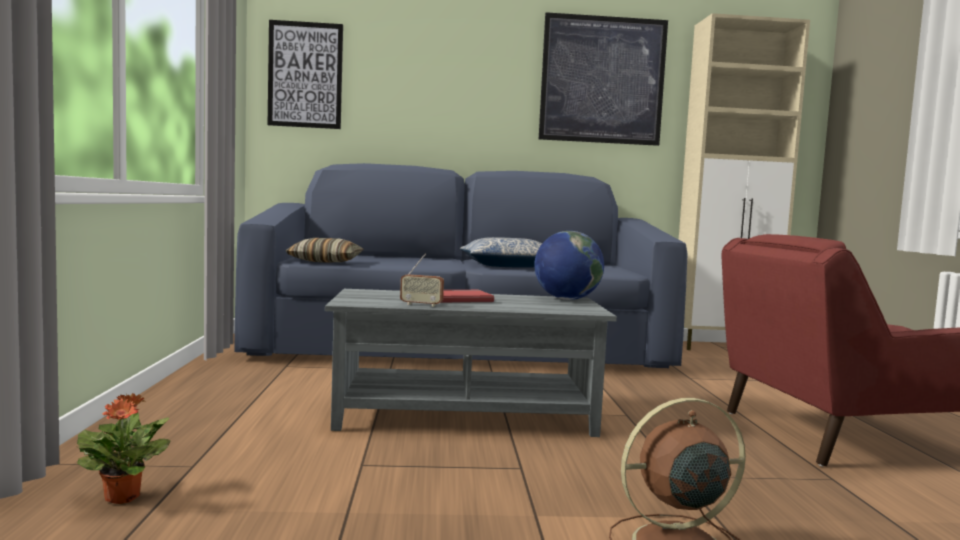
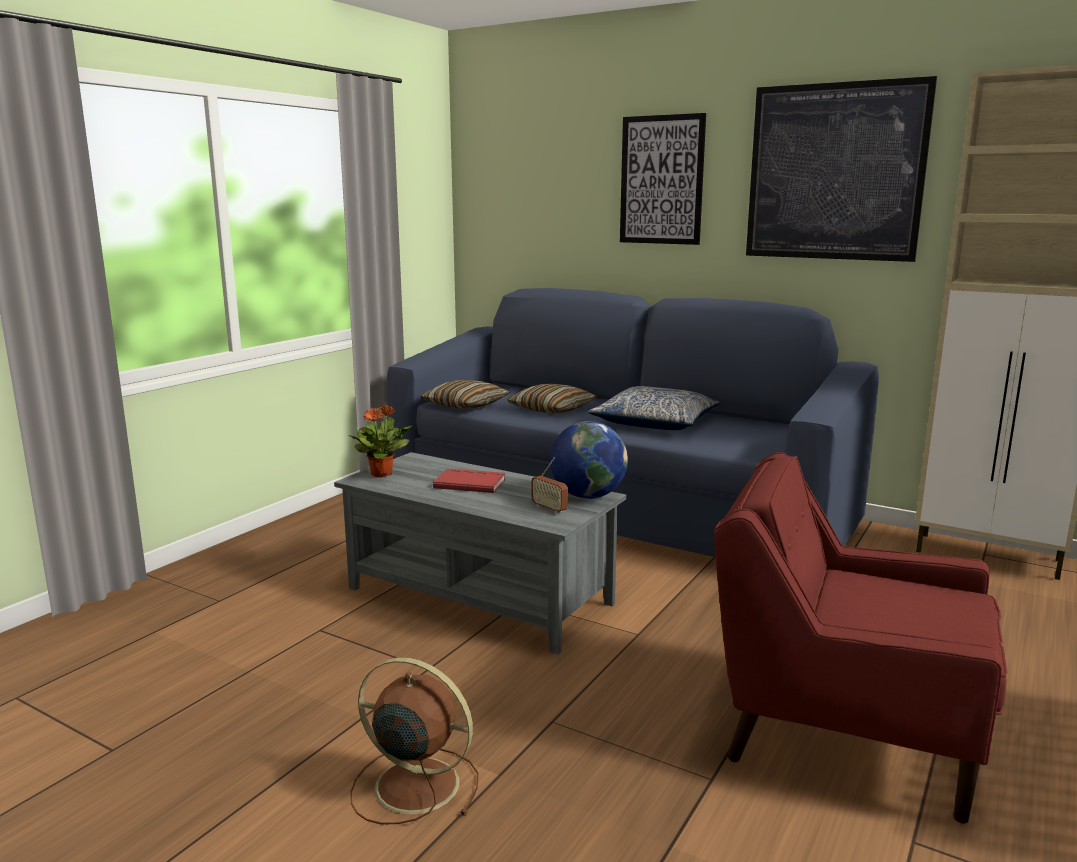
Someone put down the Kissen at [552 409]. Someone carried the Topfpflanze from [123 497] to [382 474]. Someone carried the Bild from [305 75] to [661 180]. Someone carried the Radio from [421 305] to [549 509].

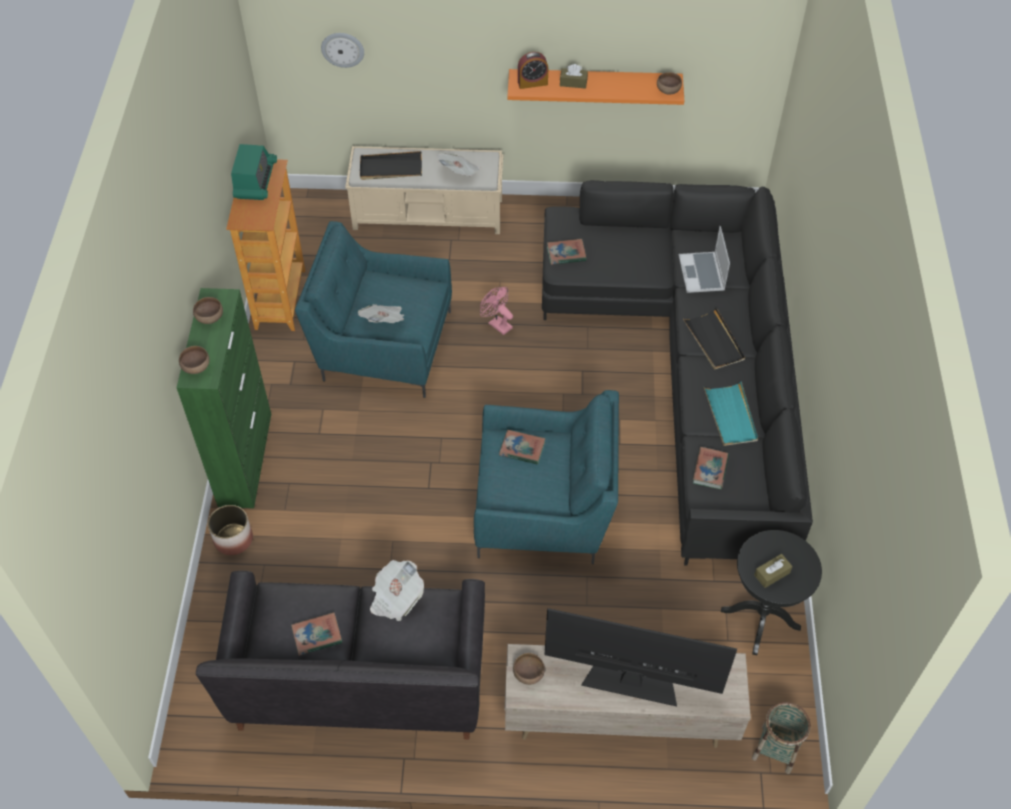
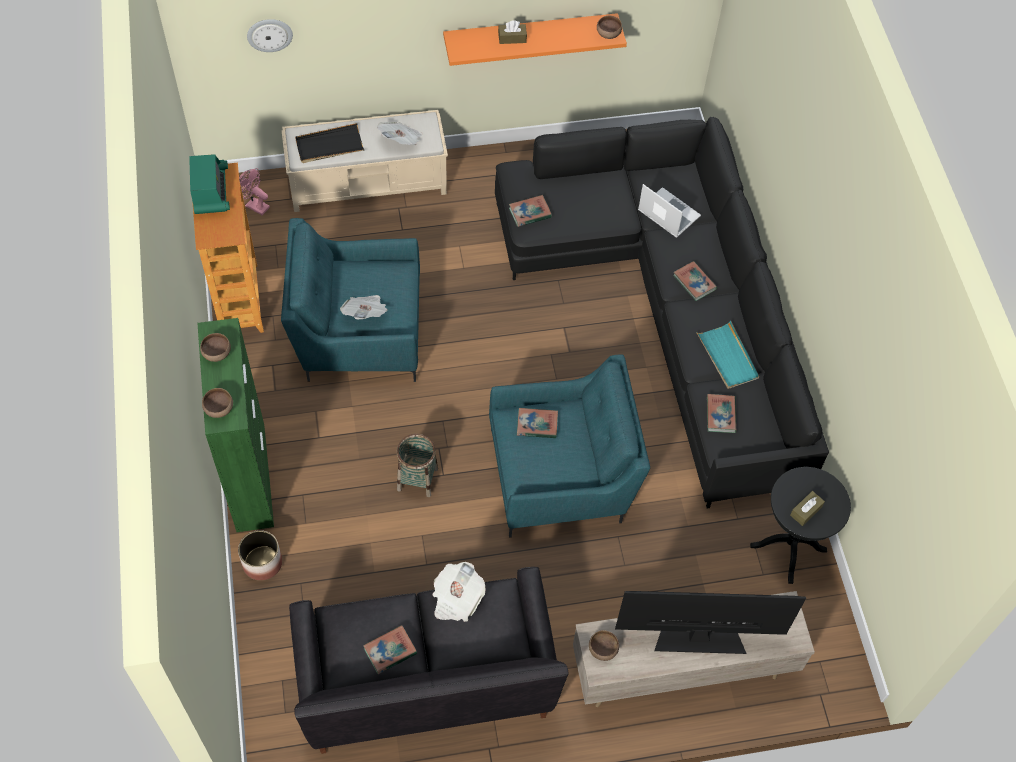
Someone took away the Wecker at [532 83]. Someone carried the Ventilator/rosa from [497 324] to [254 205]. Someone carried the Korb from [775 749] to [417 479]. Someone swapped the Tablett/schwarz at [714 341] for the Buch at [694 282]. Someone rotated the Laptop at [702 274] by 150 degrees clockwise.

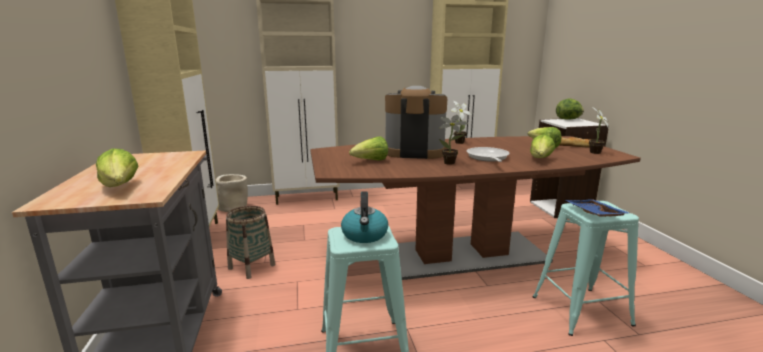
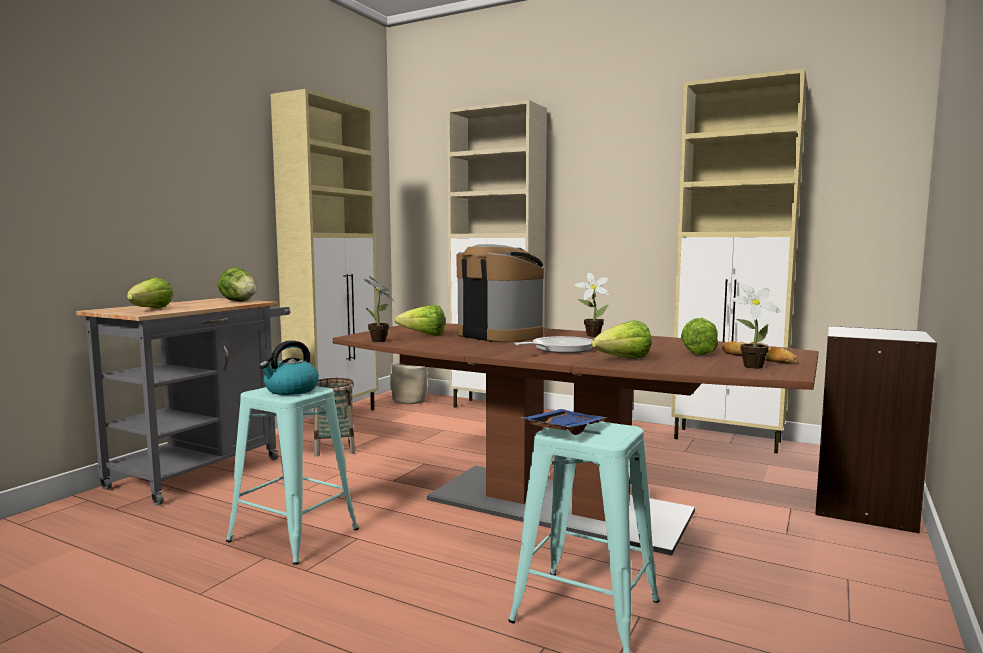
Someone carried the Topfpflanze from [451 163] to [379 341]. Someone carried the Salatkopf from [568 119] to [239 301].

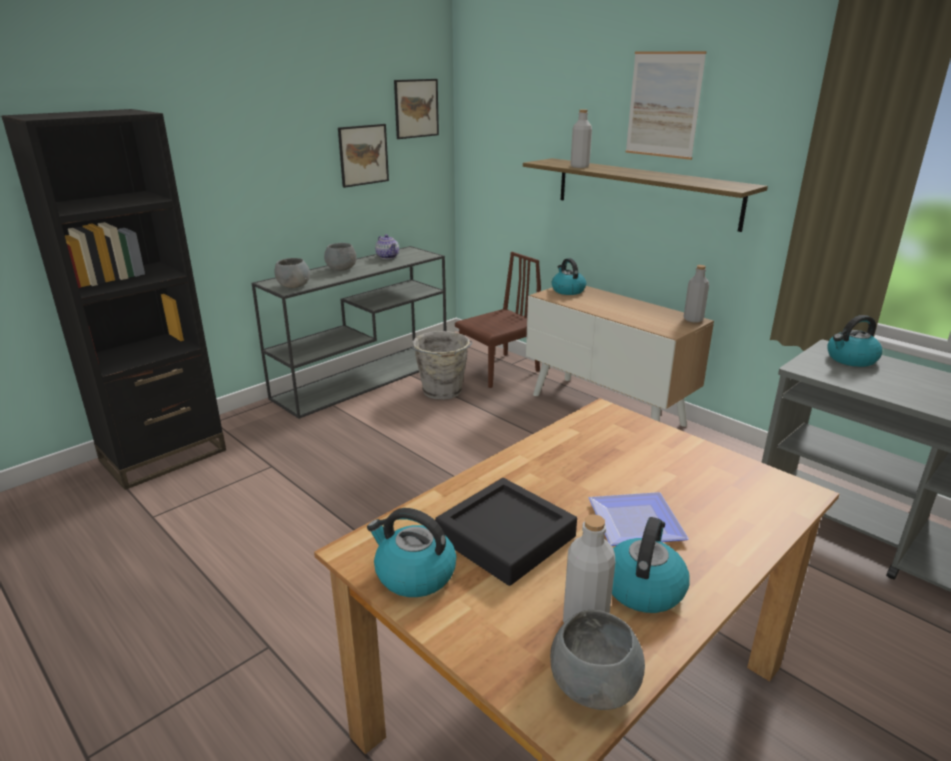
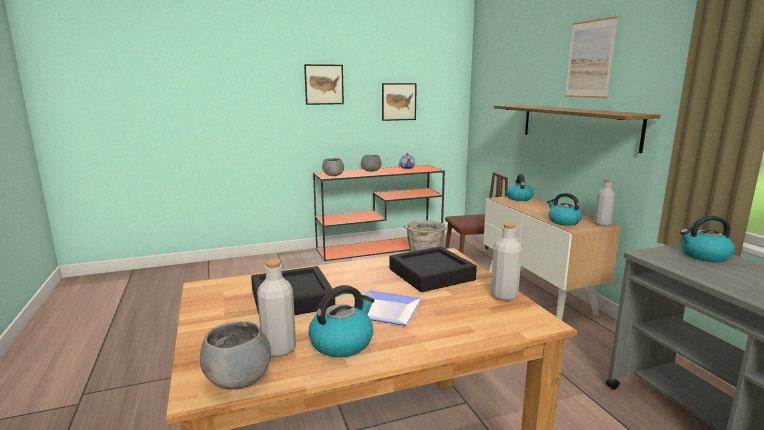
Someone took away the Bücherregal/schwarz at [164 456]. Someone put down the Tablett/schwarz at [431 274]. Someone carried the Wasserkessel from [414 574] to [563 222]. Someone carried the Bild from [416 108] to [324 84]. Someone carried the Flasche/grau from [579 166] to [504 295]. Someone repainted the Konsolentisch/grau at [364 378], which became the Konsolentisch/orange at [380 247].

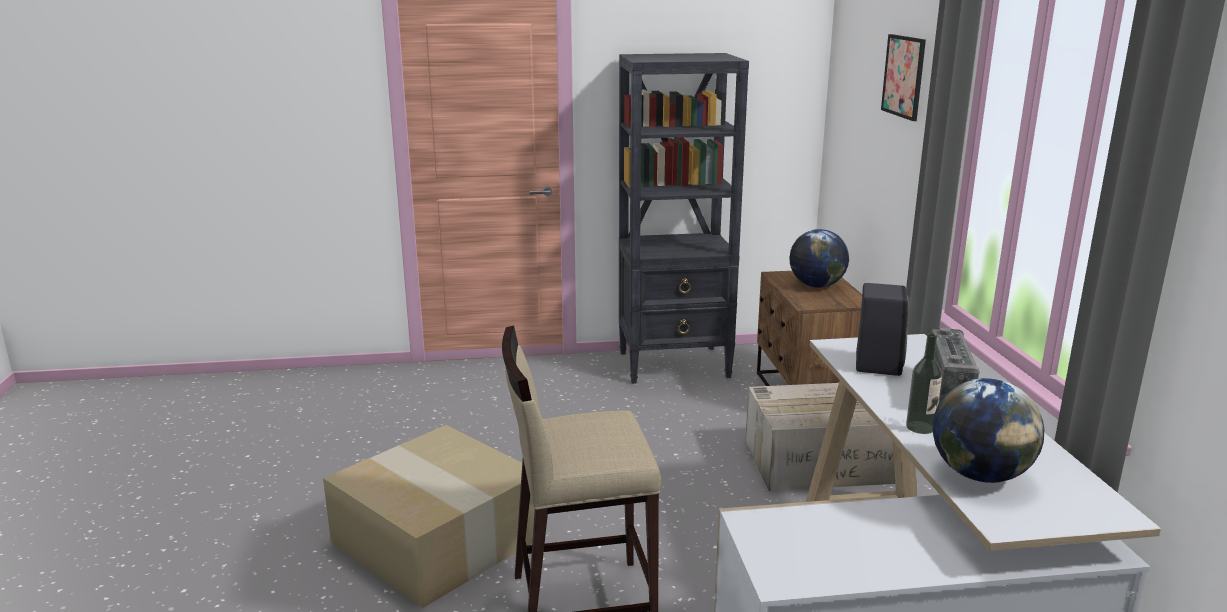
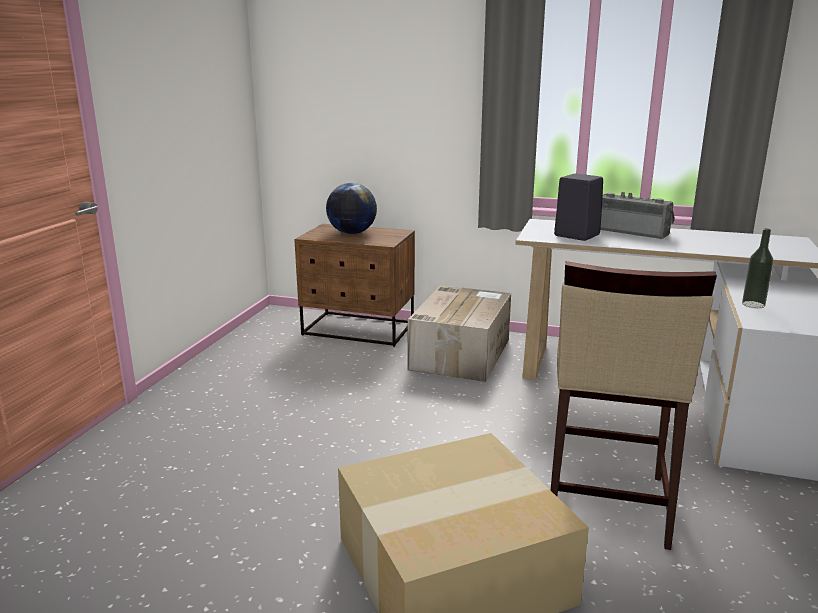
Someone took away the Bücherregal/schwarz at [675 365]. Someone took away the Bild at [903 76]. Someone took away the Globus at [980 475]. Someone carried the Flasche from [920 427] to [753 304].

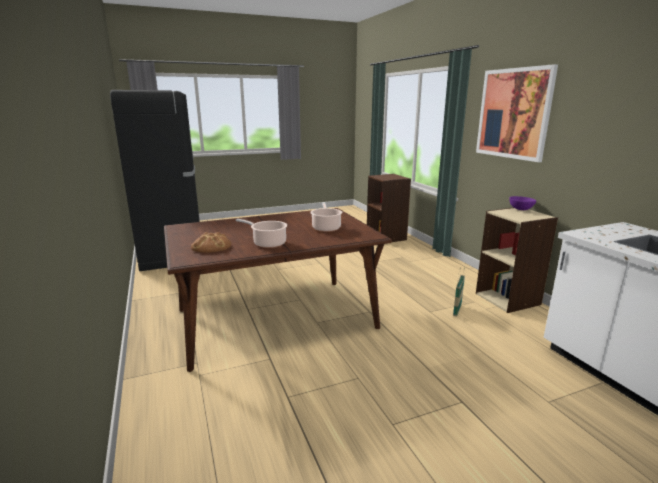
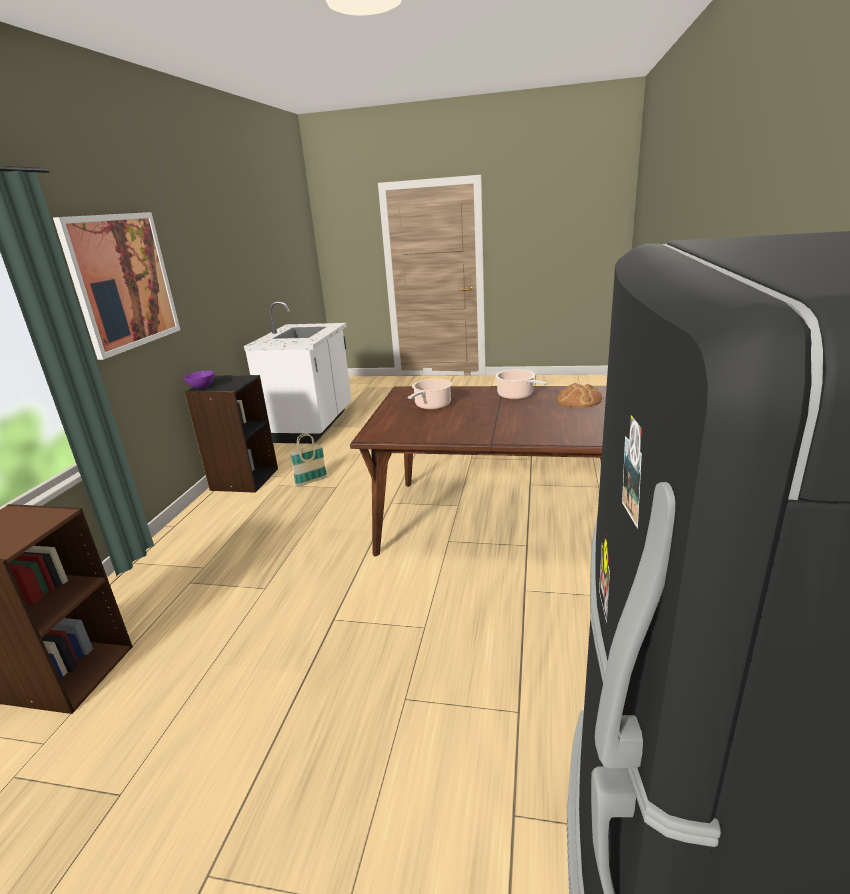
Someone repainted the Bücherregal/beige at [508 299], which became the Bücherregal/schwarz at [244 479].

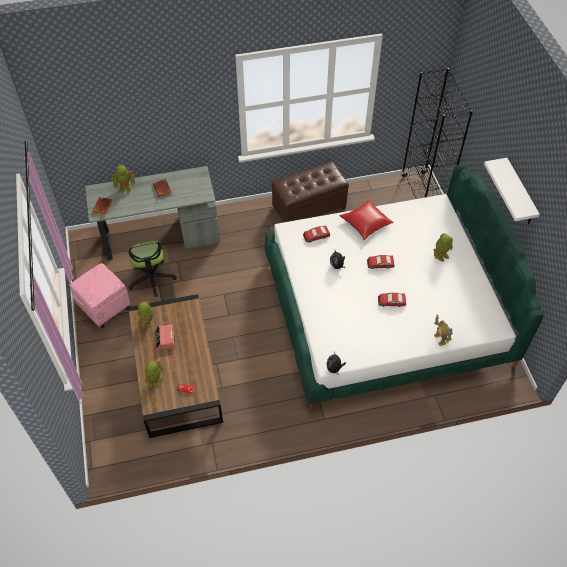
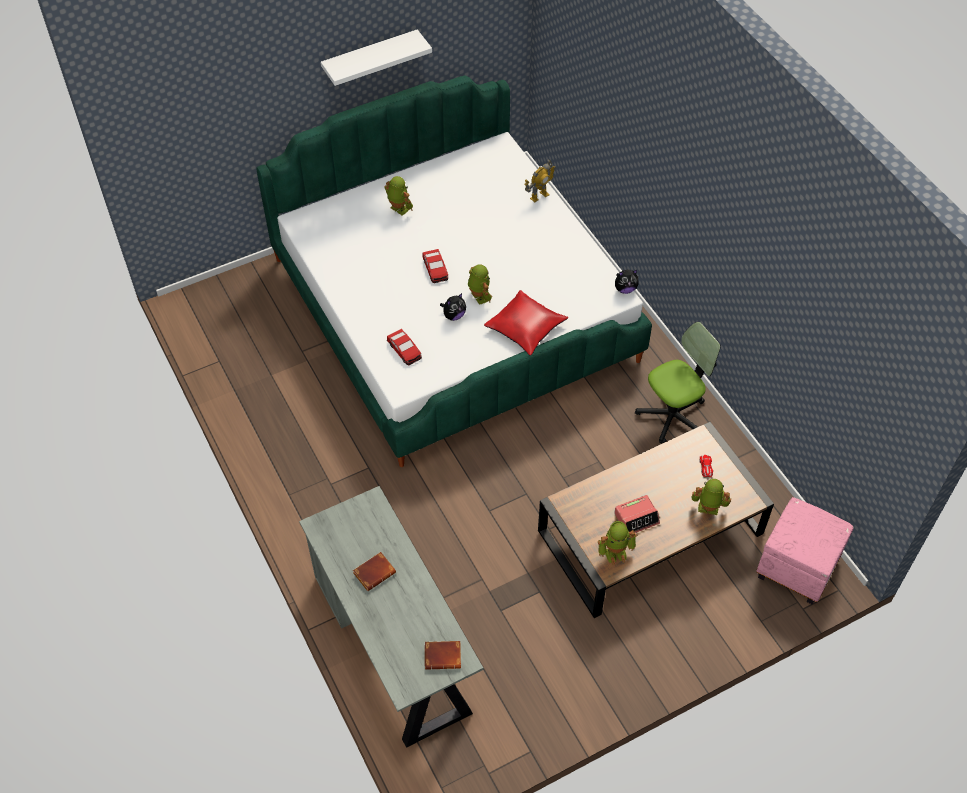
Someone took away the Polsterhocker/braun at [309 207]. Someone took away the Spielzeugauto at [391 302]. Someone took away the Bücherregal/schwarz at [423 195]. Someone carried the Polsterhocker/rosa from [104 307] to [797 568]. Someone carried the Spielzeugroboter from [125 187] to [479 297]. Someone carried the Bürostuhl from [152 279] to [672 416]. Someone carried the Kissen/rot from [366 223] to [525 327].

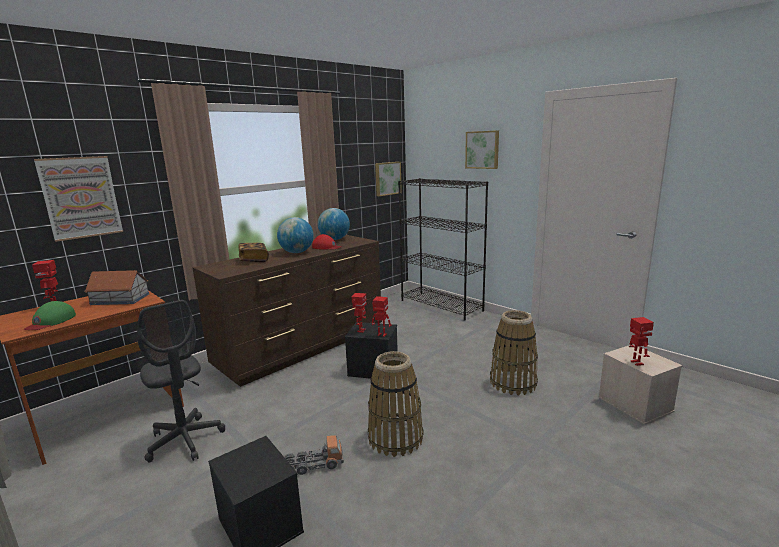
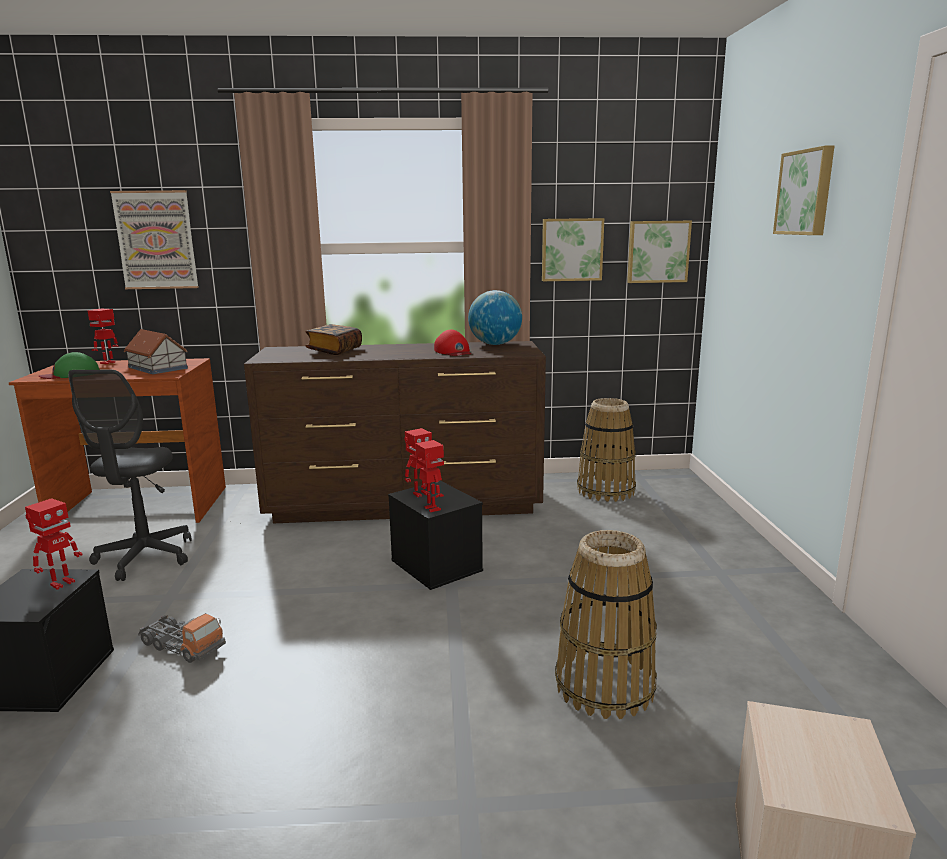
Someone took away the Globus at [297 252]. Someone took away the Bücherregal/schwarz at [441 305]. Someone put up the Bild at [571 249]. Someone carried the Korb from [395 438] to [606 490]. Someone carried the Spielzeugroboter from [636 363] to [61 583].

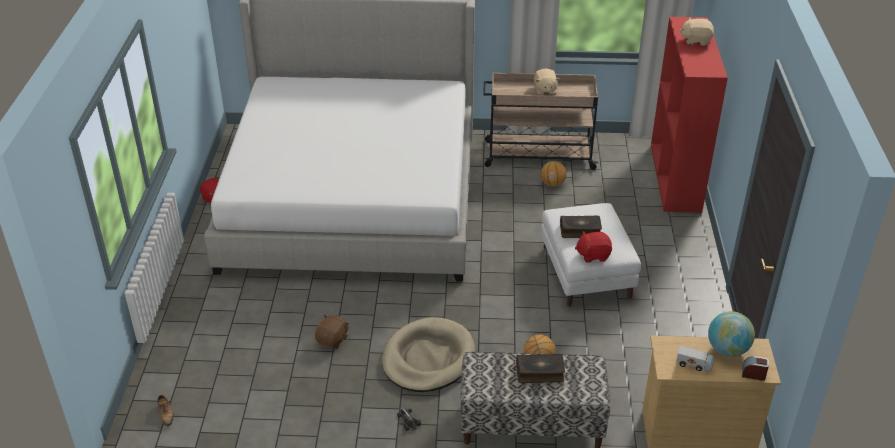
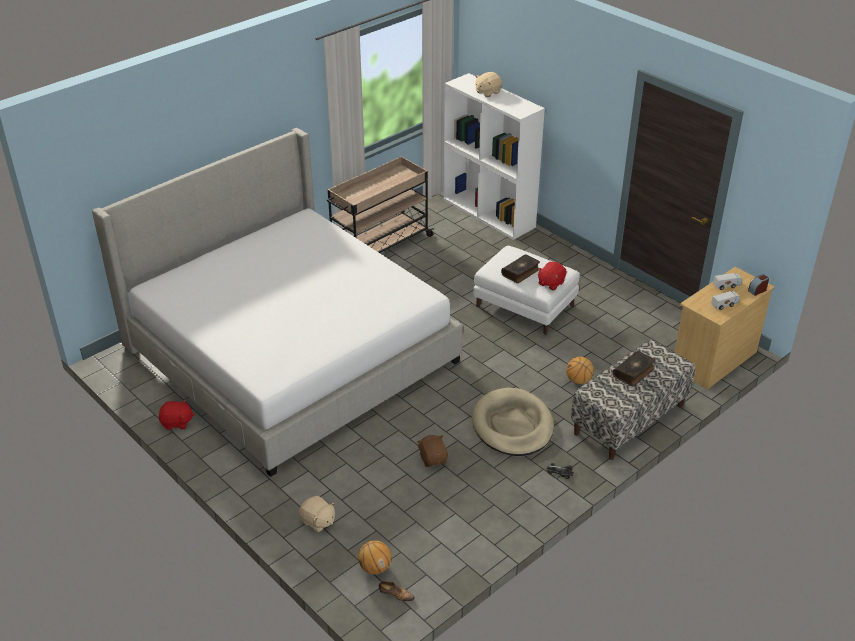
Someone carried the Plüschtier/beige from [544 90] to [318 521]. Someone carried the Basketball from [552 184] to [375 567]. Someone swapped the Globus at [727 350] for the Spielzeuglaster at [727 285]. Someone repainted the Bücherregal/rot at [676 178], which became the Bücherregal/weiß at [489 213].

